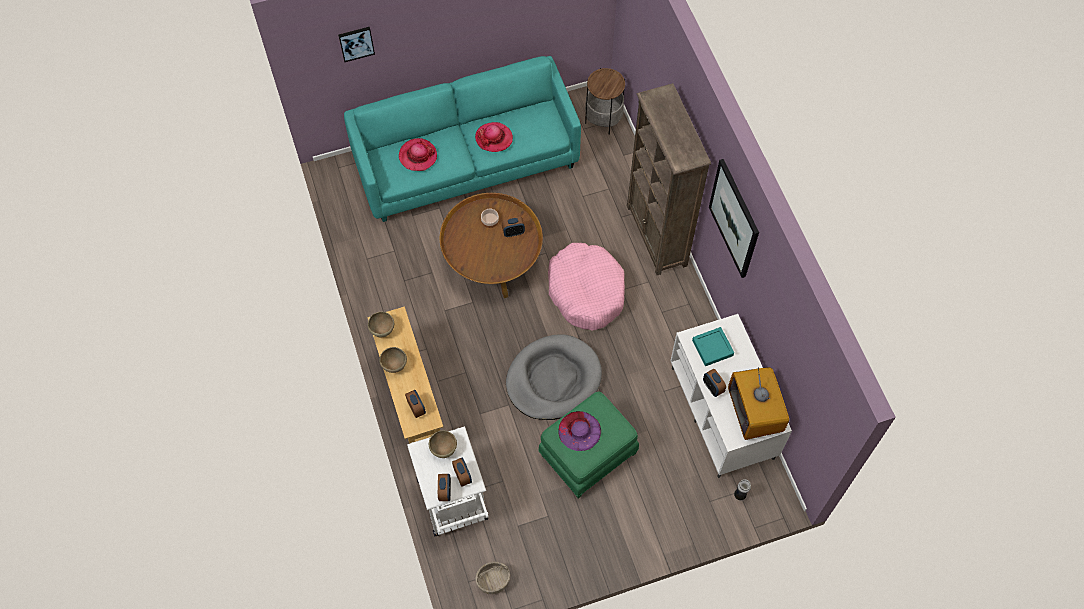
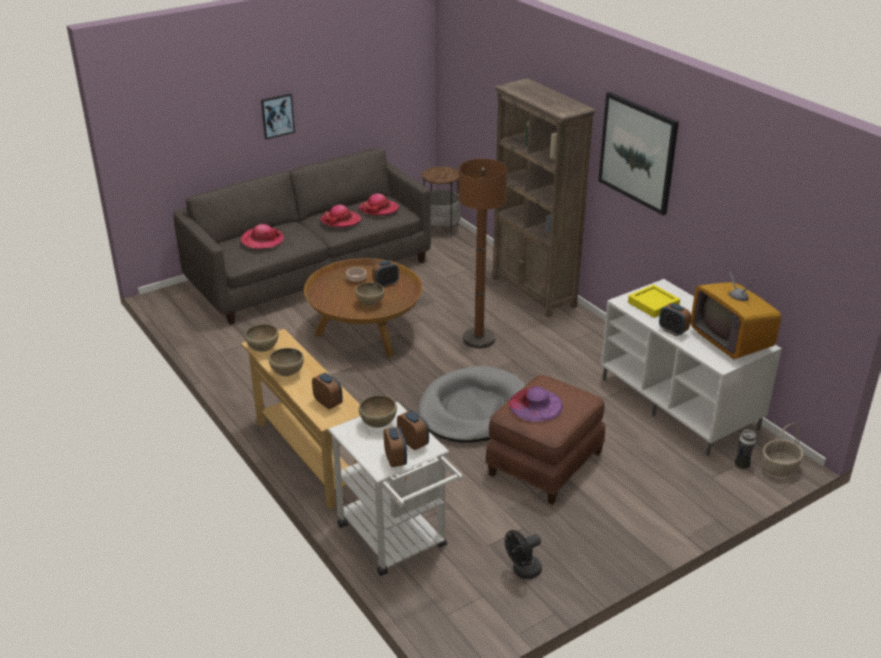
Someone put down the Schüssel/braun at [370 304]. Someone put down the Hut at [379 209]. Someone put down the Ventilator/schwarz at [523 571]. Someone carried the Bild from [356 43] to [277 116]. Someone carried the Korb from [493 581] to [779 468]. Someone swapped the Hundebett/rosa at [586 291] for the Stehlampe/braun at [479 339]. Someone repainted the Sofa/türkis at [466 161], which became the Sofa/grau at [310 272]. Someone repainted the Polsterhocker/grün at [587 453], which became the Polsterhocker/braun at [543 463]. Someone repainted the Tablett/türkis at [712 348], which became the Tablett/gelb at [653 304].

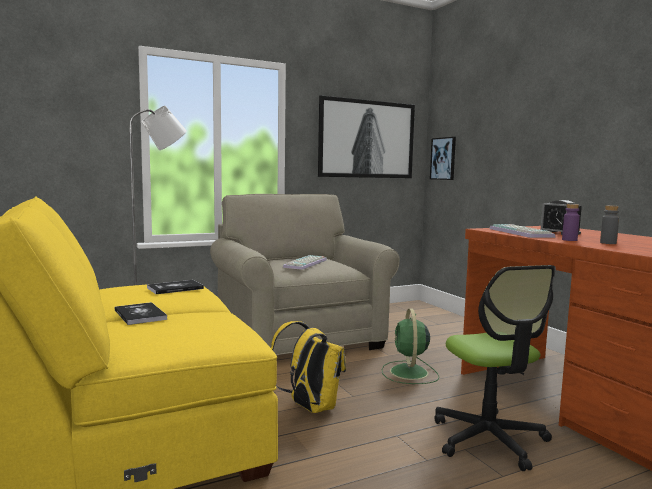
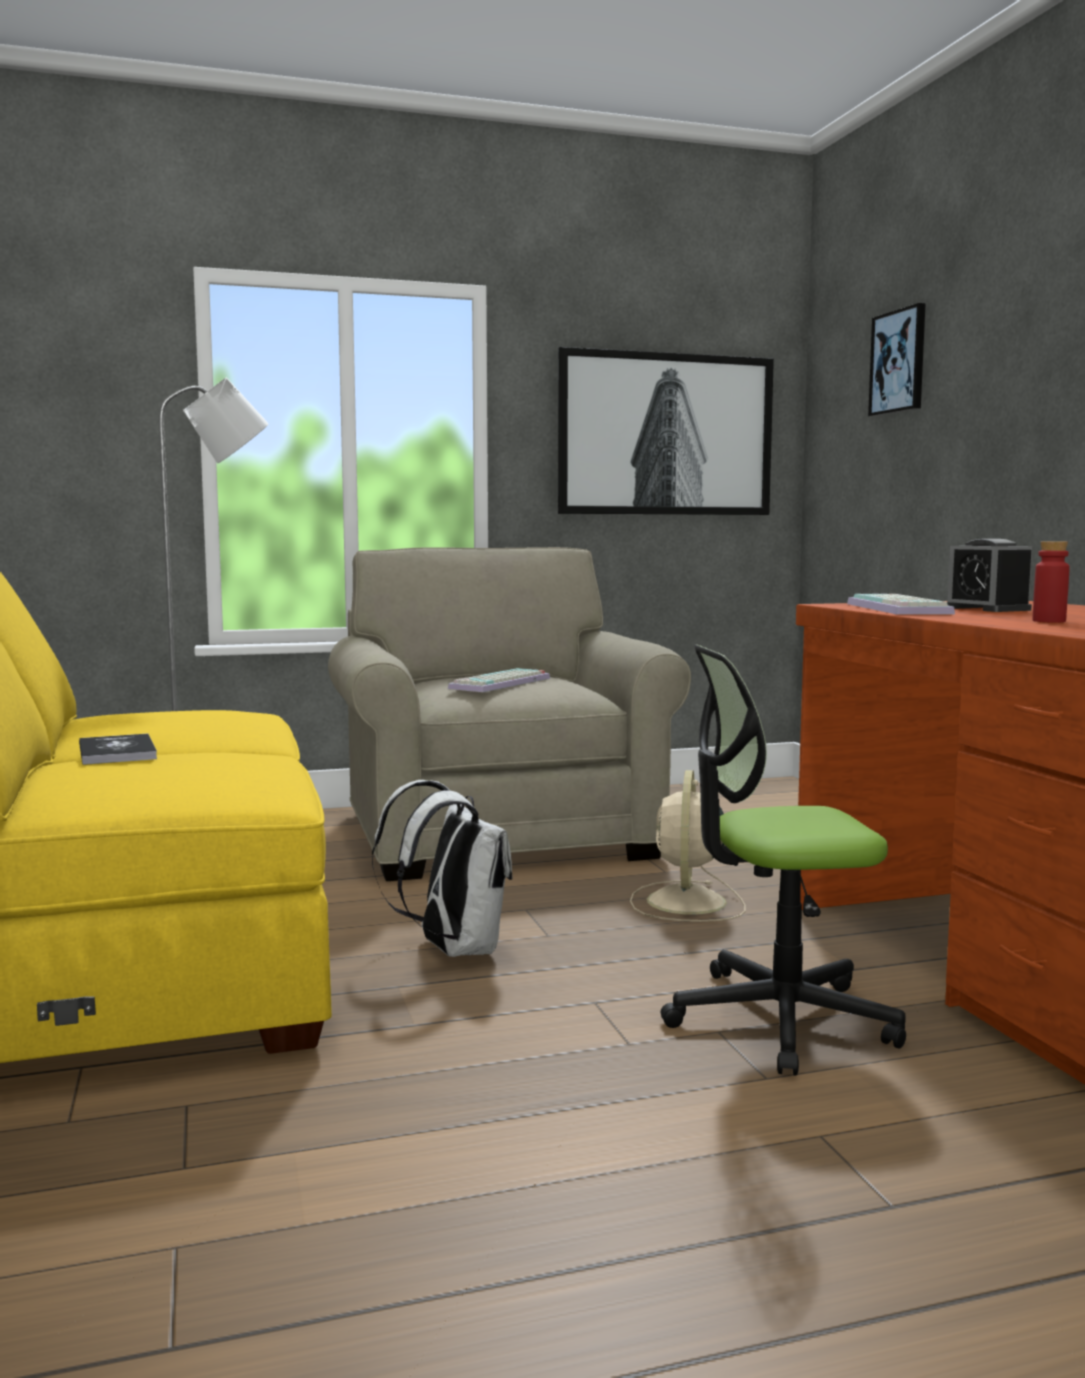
Someone took away the Buch at [175 288]. Someone took away the Flasche/lila at [569 240]. Someone carried the Bild from [443 158] to [899 362]. Someone repainted the Rucksack/gelb at [309 407], which became the Rucksack/weiß at [452 949]. Someone repainted the Ventilator/grün at [409 373], which became the Ventilator/beige at [686 903]. Someone repainted the Flasche/grau at [608 243], which became the Flasche/rot at [1049 621]. Someone rotated the Bürostuhl at [489 439] by 90 degrees clockwise.

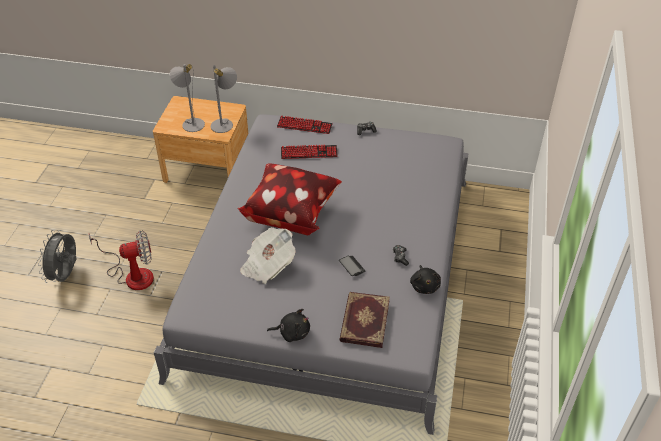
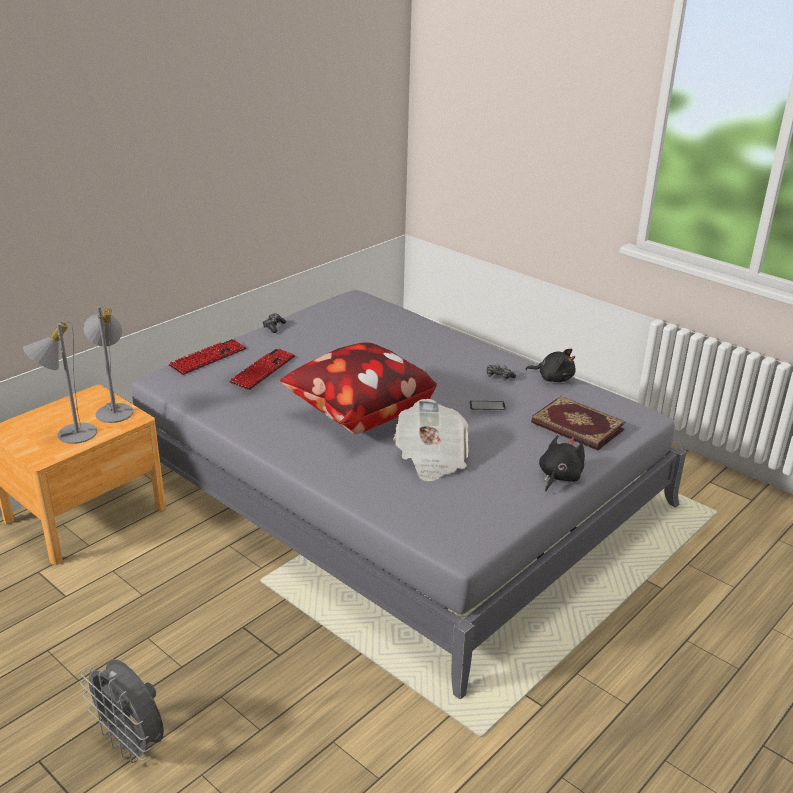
Someone took away the Ventilator at [132 275].

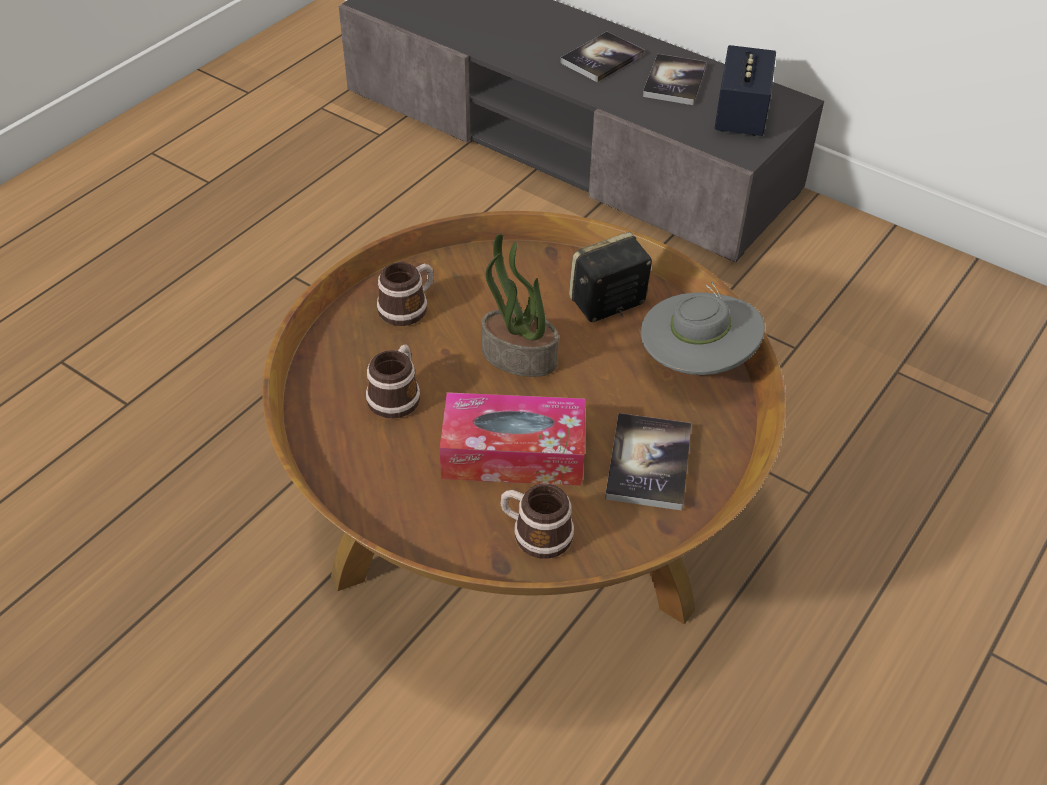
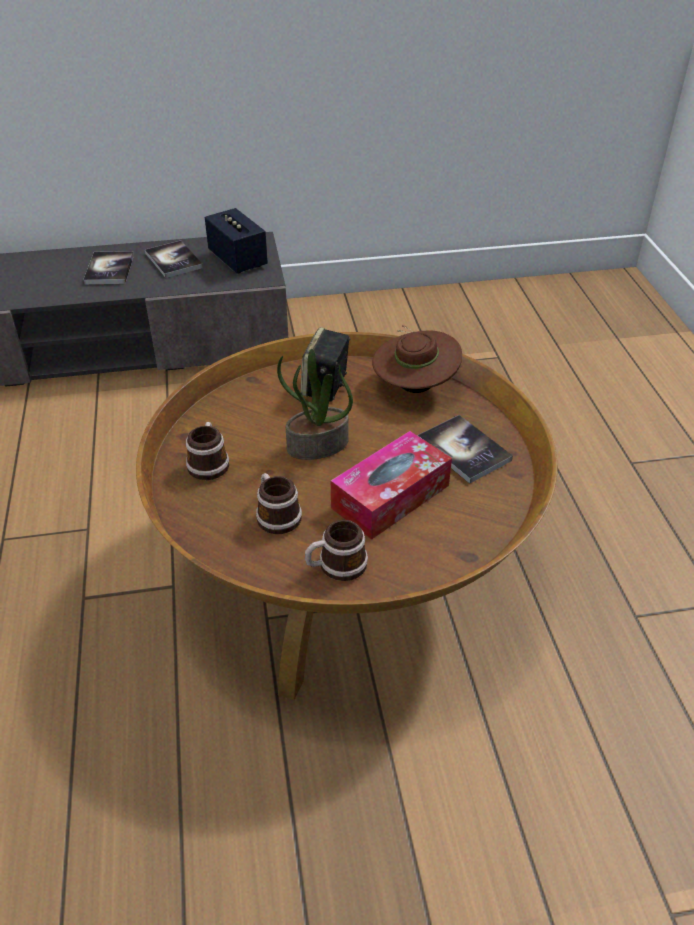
Someone carried the Henkelbecher from [535 532] to [336 566]. Someone repainted the Hut/grau at [695 363], which became the Hut/braun at [414 387].

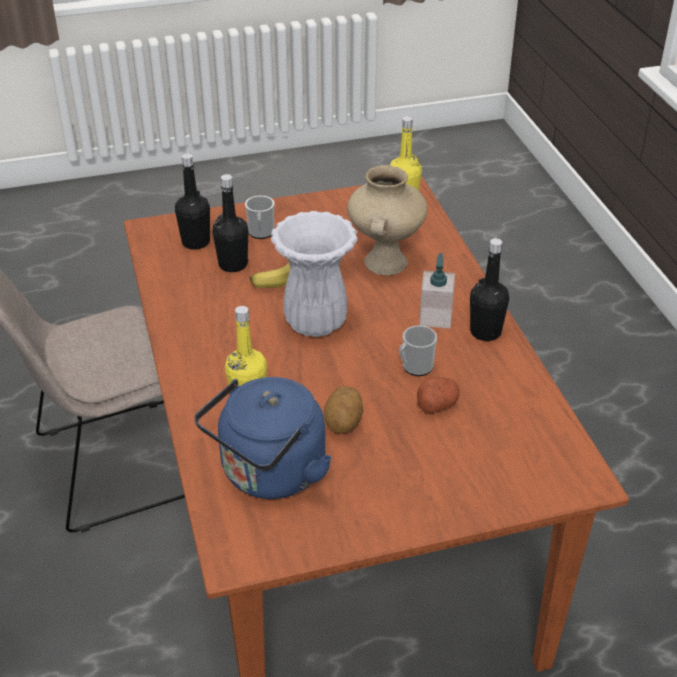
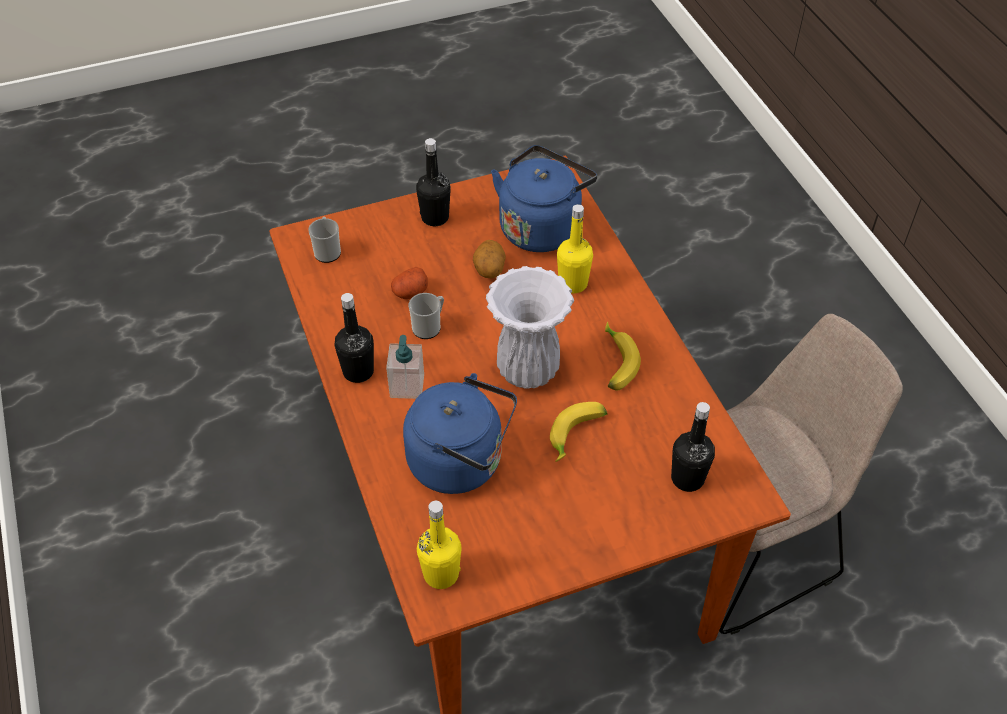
Someone put down the Banane at [614 363]. Someone carried the Flasche/schwarz from [233 264] to [435 217]. Someone carried the Henkelbecher from [261 233] to [327 251]. Someone swapped the Vase/beige at [385 261] for the Wasserkessel/blau at [461 462].

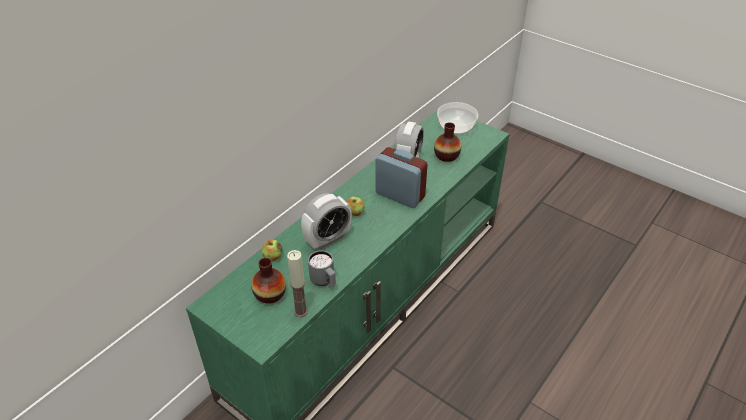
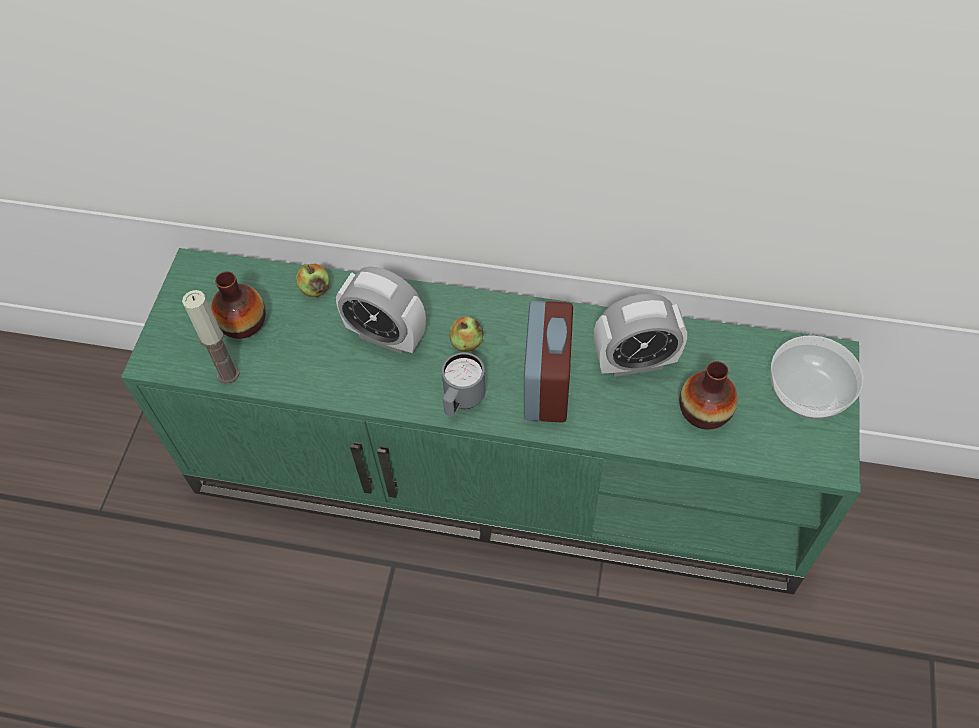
Someone carried the Henkelbecher/grau from [324 281] to [462 401].

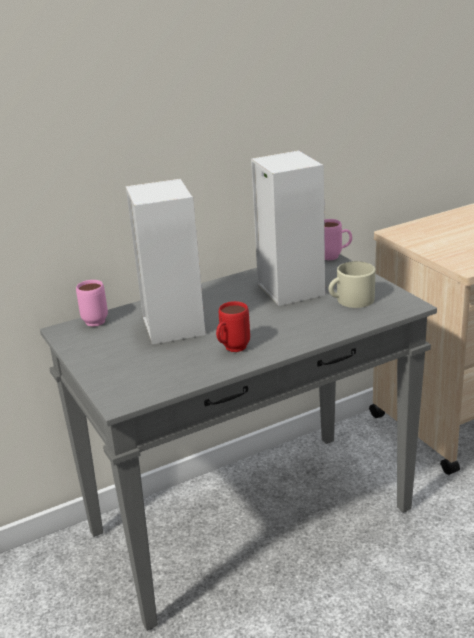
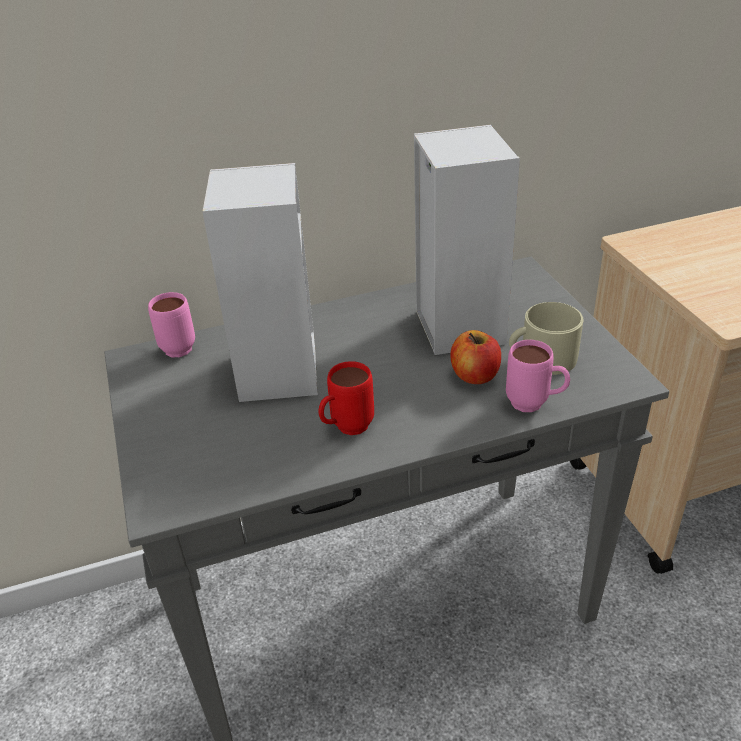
Someone put down the Apfel at [475 375]. Someone carried the Henkelbecher/rosa from [334 257] to [535 405].

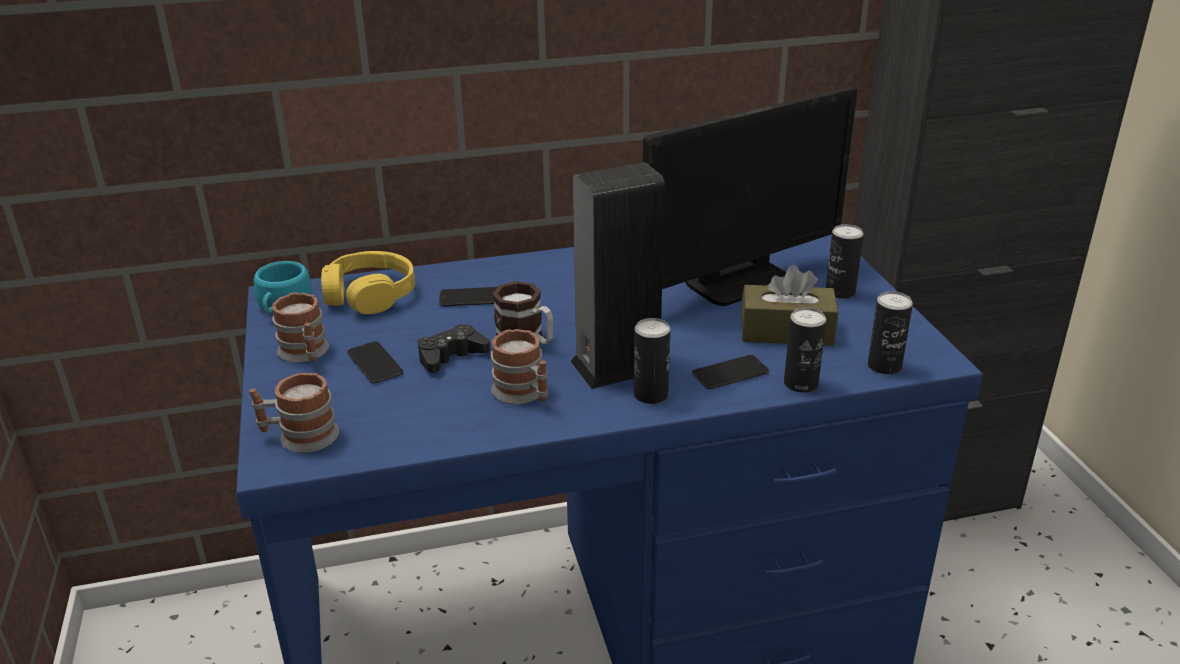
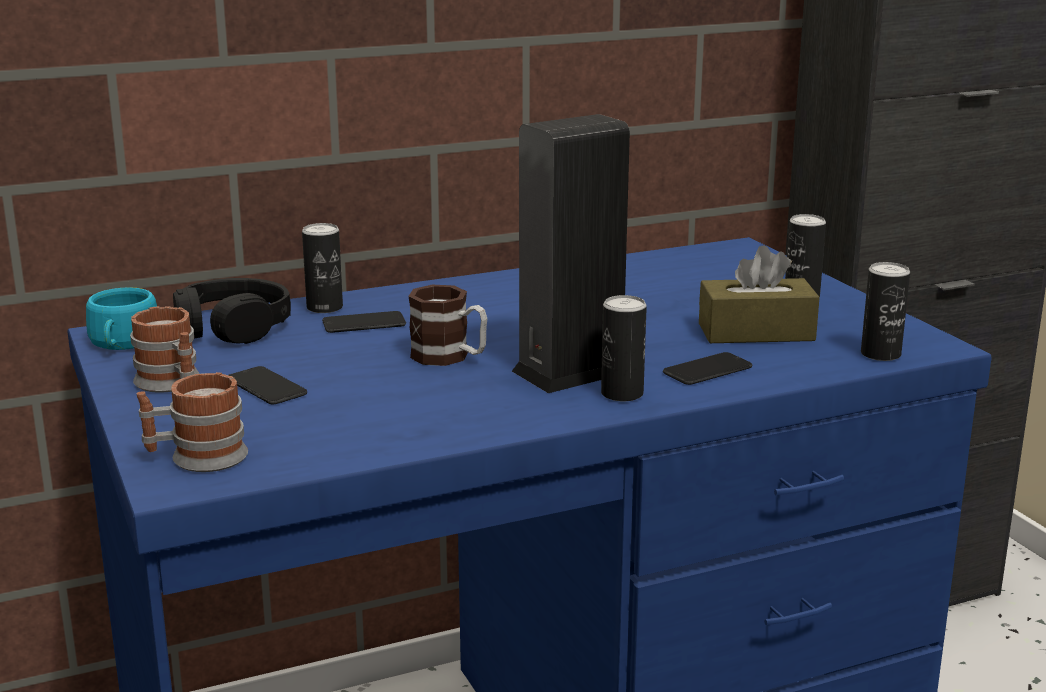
Someone took away the Gamepad/schwarz at [451 356]. Someone took away the Henkelbecher at [524 394]. Someone took away the Monitor at [738 281]. Someone carried the Dose from [800 384] to [324 307]. Someone repainted the Kopfhörer/gelb at [369 295], which became the Kopfhörer/schwarz at [232 327].

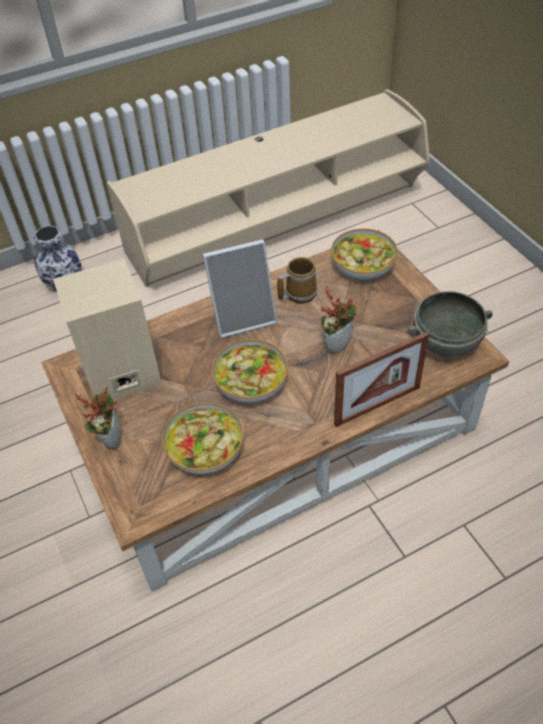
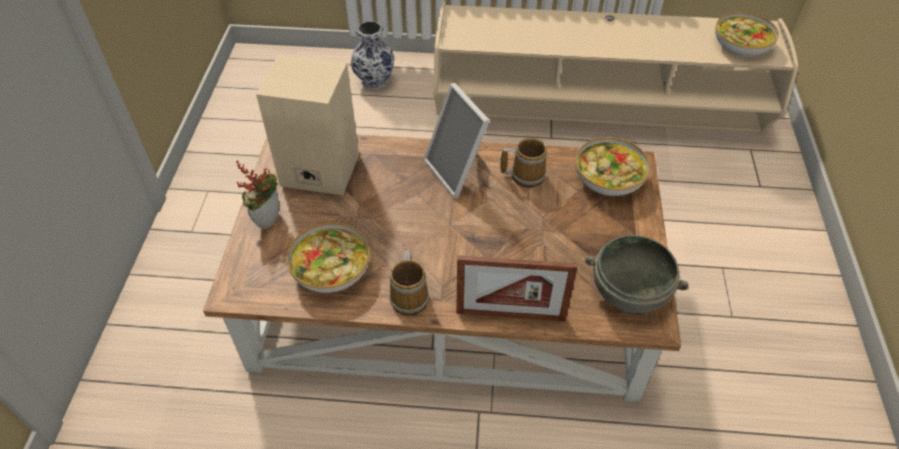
Someone took away the Topfpflanze at [337 344]. Someone put down the Henkelbecher at [410 297]. Someone carried the Schüssel from [251 382] to [741 45]. Someone rotated the Bilderrahmen at [243 316] by 45 degrees clockwise.

